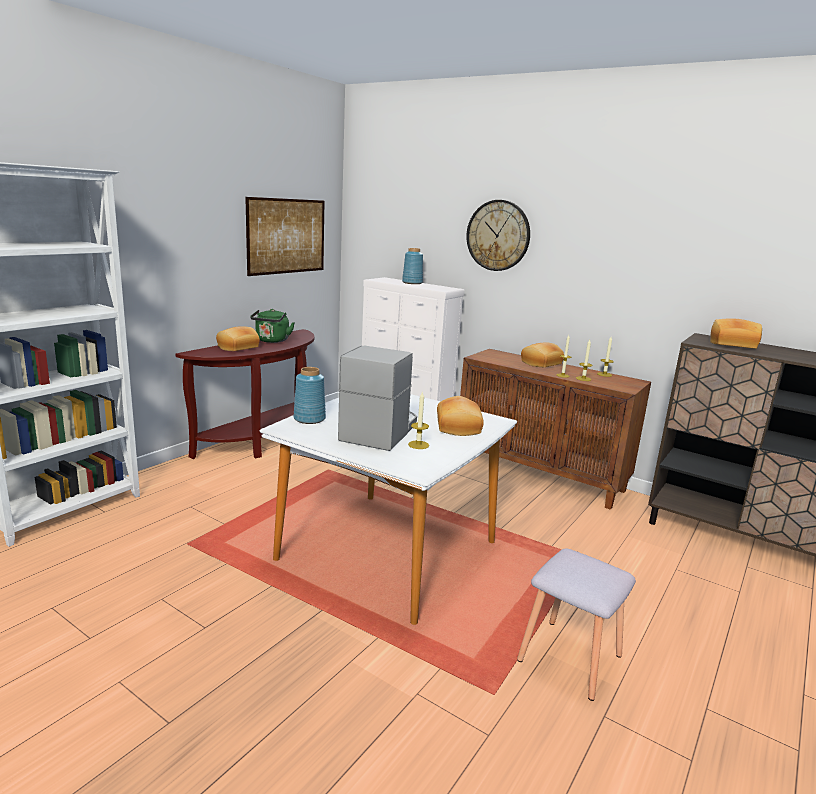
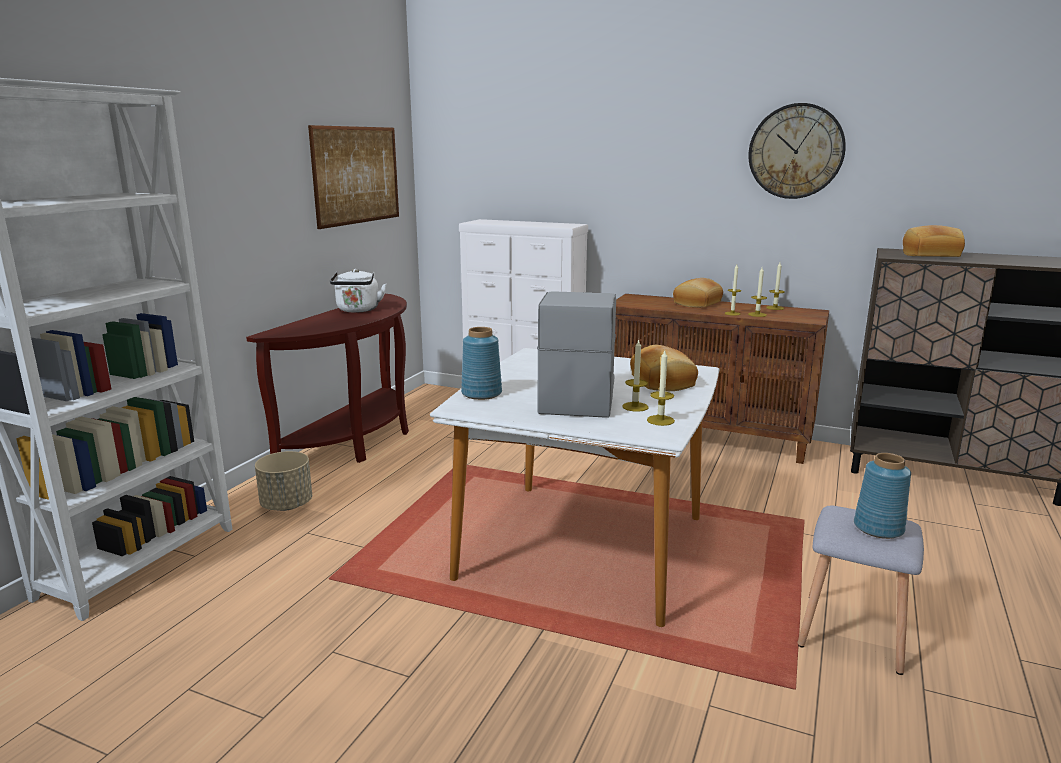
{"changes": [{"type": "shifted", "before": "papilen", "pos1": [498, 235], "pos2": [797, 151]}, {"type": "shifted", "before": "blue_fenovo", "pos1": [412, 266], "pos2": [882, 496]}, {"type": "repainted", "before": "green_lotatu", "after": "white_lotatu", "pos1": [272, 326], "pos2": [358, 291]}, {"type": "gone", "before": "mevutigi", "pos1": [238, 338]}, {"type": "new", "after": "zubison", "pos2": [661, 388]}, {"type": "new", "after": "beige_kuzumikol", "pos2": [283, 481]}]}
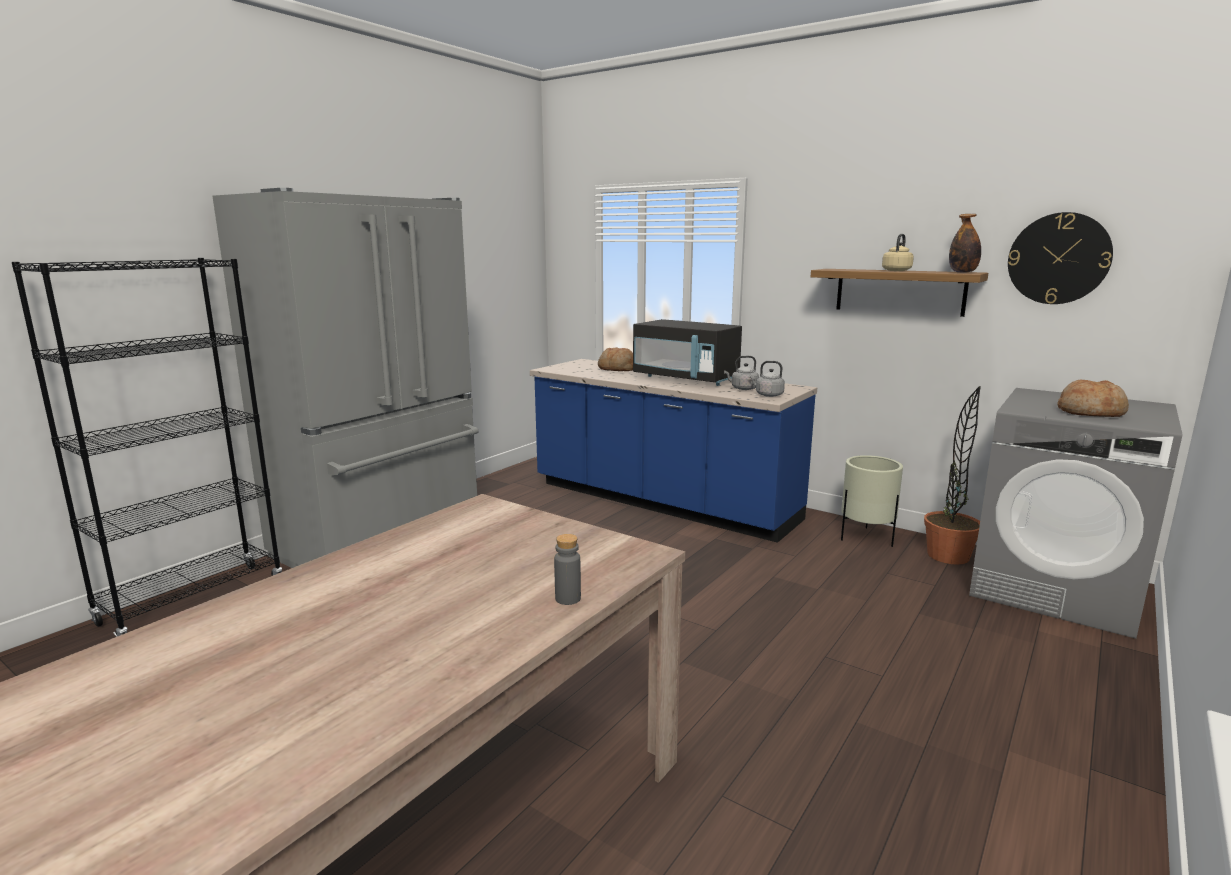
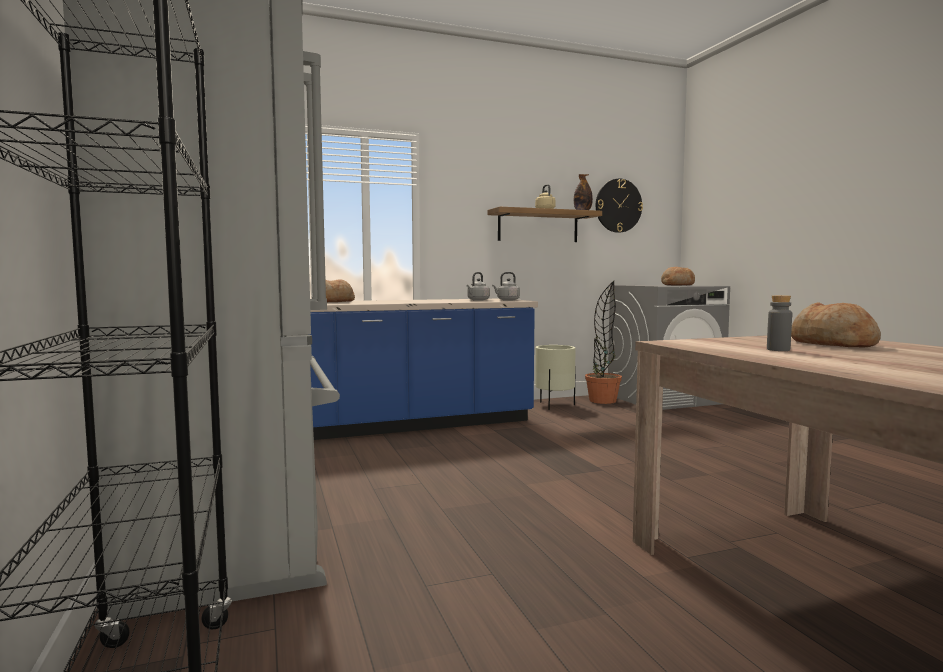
{"changes": [{"type": "gone", "before": "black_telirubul", "pos1": [687, 352]}, {"type": "shifted", "before": "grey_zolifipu", "pos1": [567, 569], "pos2": [779, 323]}, {"type": "new", "after": "mevutigi", "pos2": [836, 325]}]}
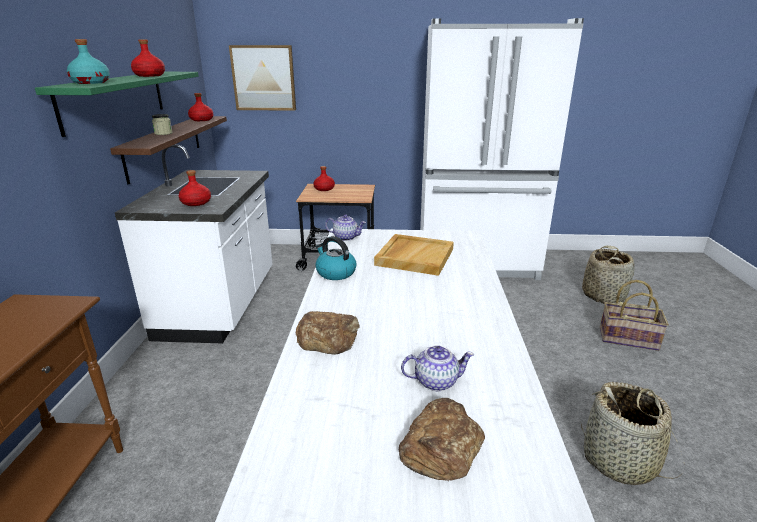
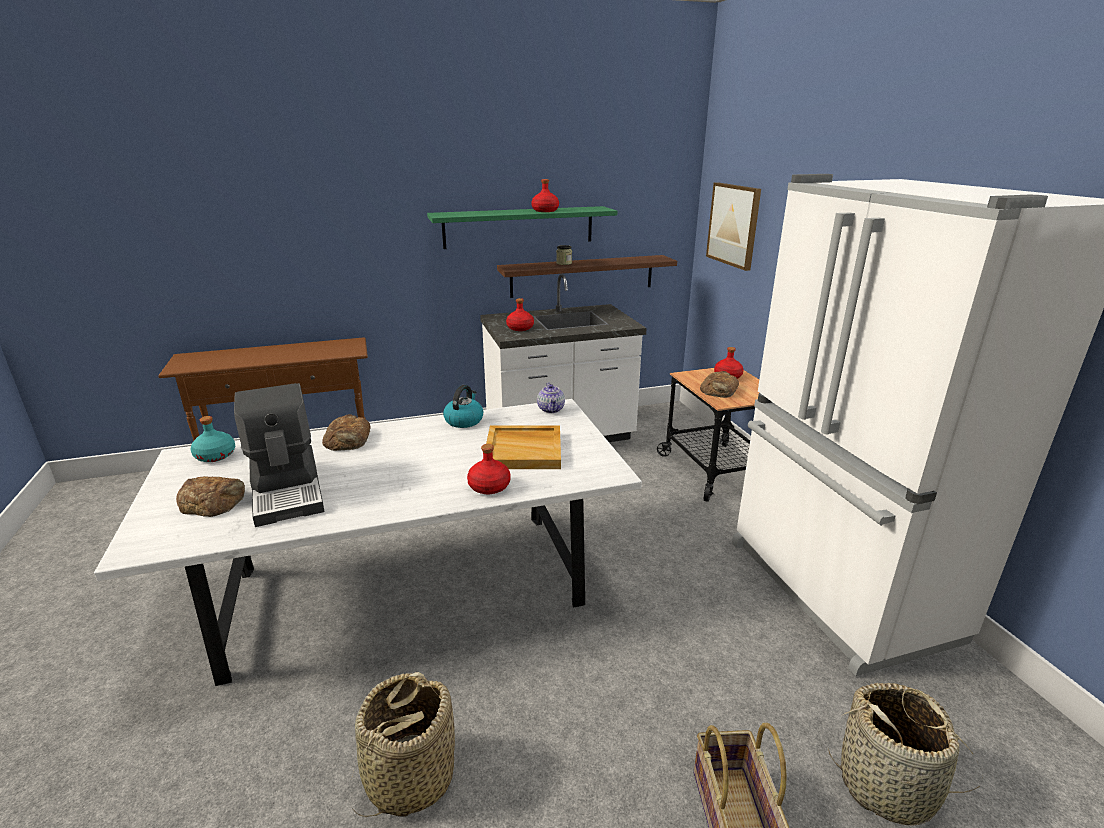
{"changes": [{"type": "shifted", "before": "turquoise_zolifipu", "pos1": [88, 61], "pos2": [213, 439]}, {"type": "shifted", "before": "red_zolifipu", "pos1": [200, 107], "pos2": [489, 469]}, {"type": "swapped", "before": "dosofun", "after": "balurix", "pos1": [437, 368], "pos2": [279, 455]}, {"type": "new", "after": "mevutigi", "pos2": [719, 384]}]}
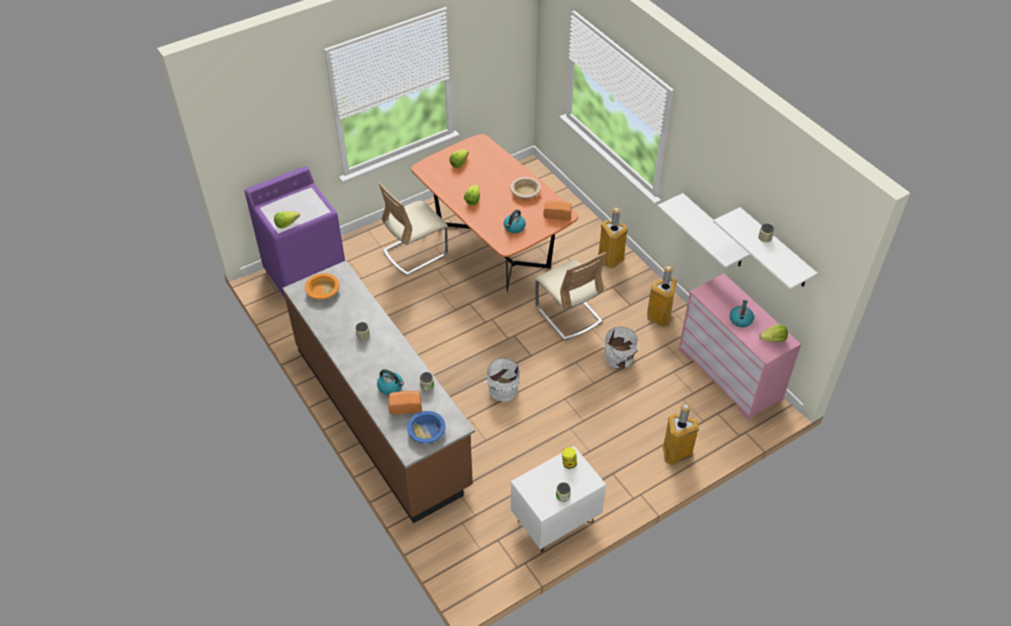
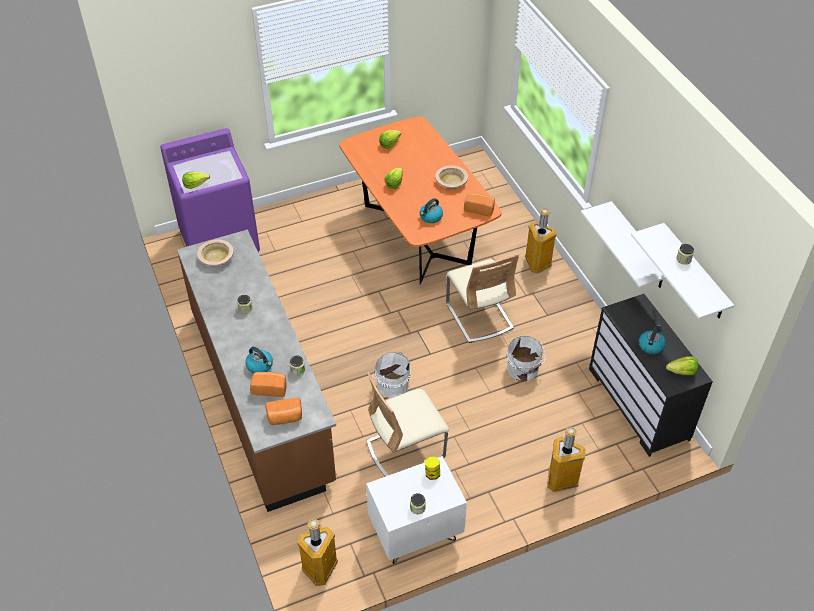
{"changes": [{"type": "shifted", "before": "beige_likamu", "pos1": [413, 229], "pos2": [407, 424]}, {"type": "shifted", "before": "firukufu", "pos1": [662, 296], "pos2": [317, 552]}, {"type": "repainted", "before": "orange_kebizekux", "after": "beige_kebizekux", "pos1": [322, 286], "pos2": [216, 253]}, {"type": "repainted", "before": "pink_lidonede", "after": "black_lidonede", "pos1": [740, 347], "pos2": [651, 375]}, {"type": "swapped", "before": "blue_kebizekux", "after": "mevutigi", "pos1": [426, 427], "pos2": [283, 411]}]}
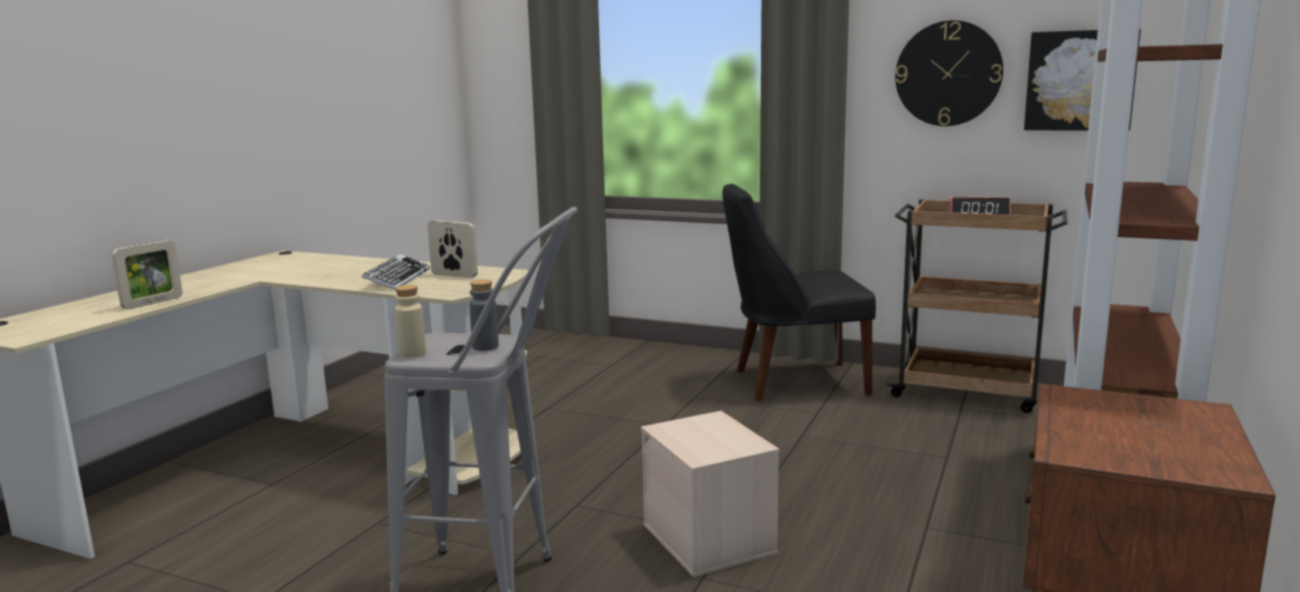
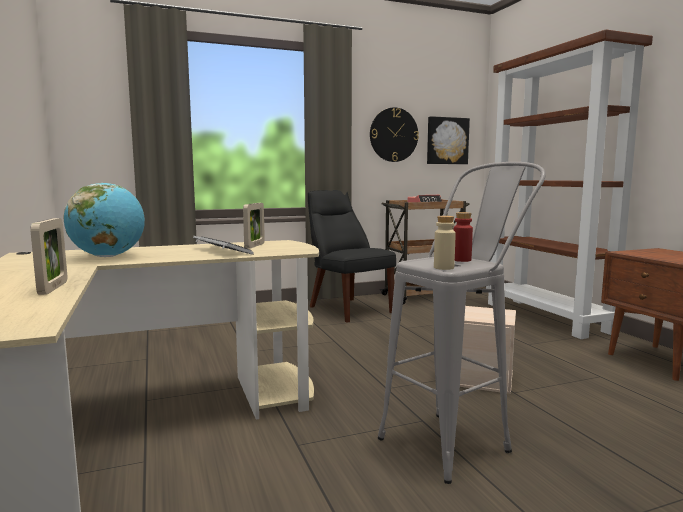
{"changes": [{"type": "rotated", "before": "black_likamu", "pos1": [799, 292], "pos2": [352, 256], "turn": 105}, {"type": "rotated", "before": "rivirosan", "pos1": [452, 249], "pos2": [254, 226], "turn": 120}, {"type": "repainted", "before": "grey_zolifipu", "after": "red_zolifipu", "pos1": [484, 315], "pos2": [463, 237]}, {"type": "new", "after": "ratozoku", "pos2": [104, 220]}]}
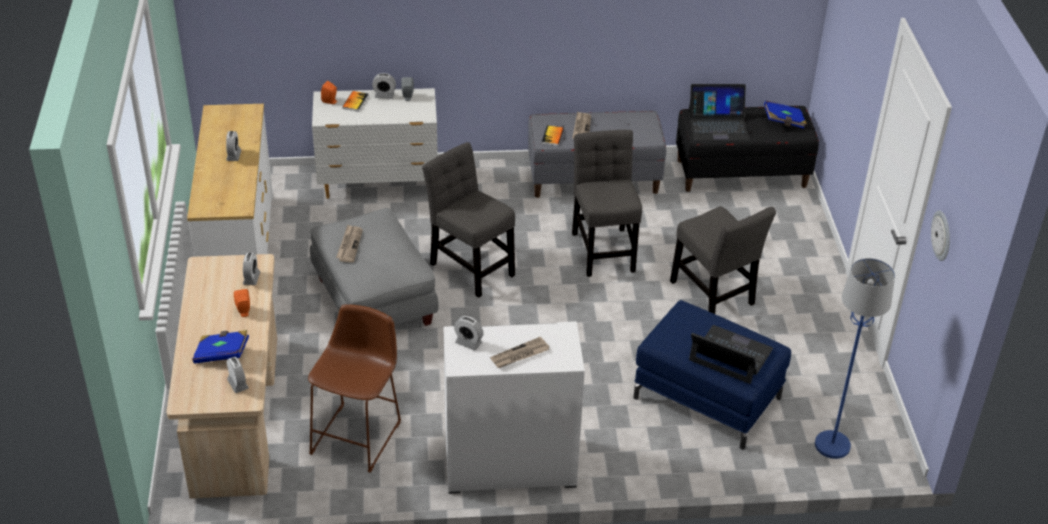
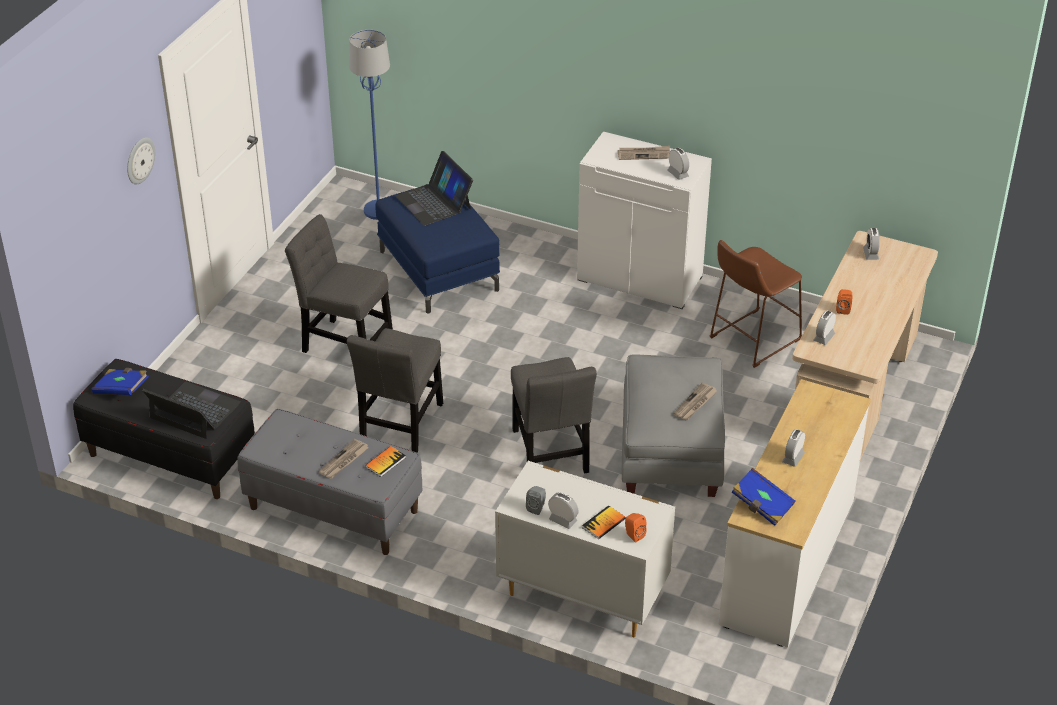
{"changes": [{"type": "rotated", "before": "grey_likamu", "pos1": [723, 260], "pos2": [339, 283], "turn": -60}, {"type": "shifted", "before": "papilen", "pos1": [940, 235], "pos2": [141, 160]}, {"type": "shifted", "before": "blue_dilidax", "pos1": [220, 347], "pos2": [763, 497]}]}
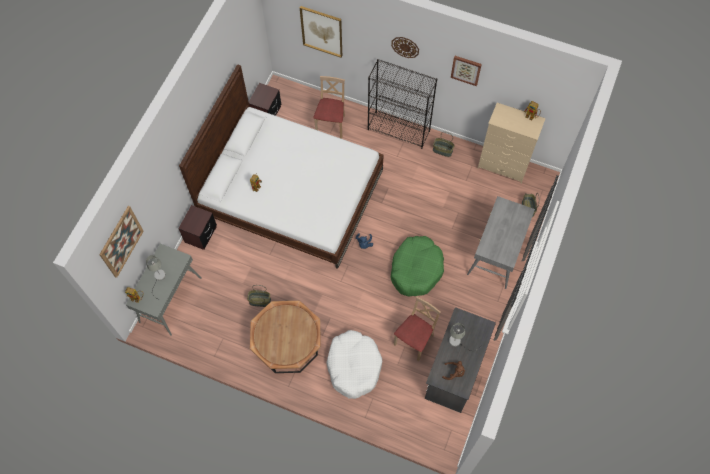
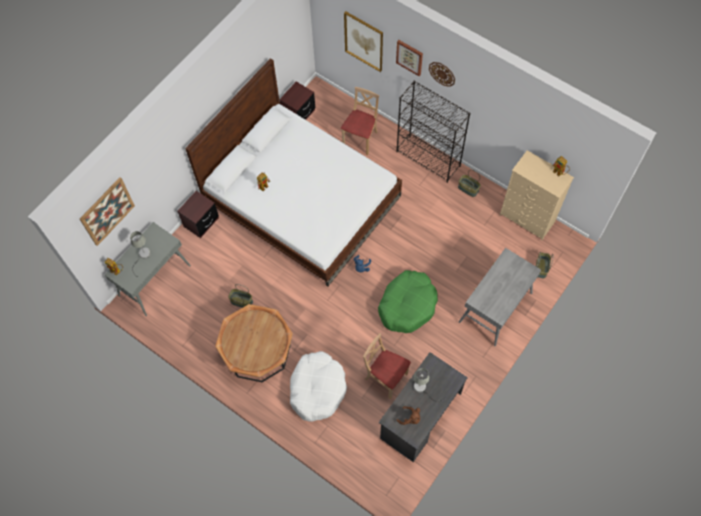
{"changes": [{"type": "shifted", "before": "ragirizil", "pos1": [466, 71], "pos2": [409, 58]}, {"type": "rotated", "before": "beige_likamu", "pos1": [417, 329], "pos2": [387, 366], "turn": -105}]}
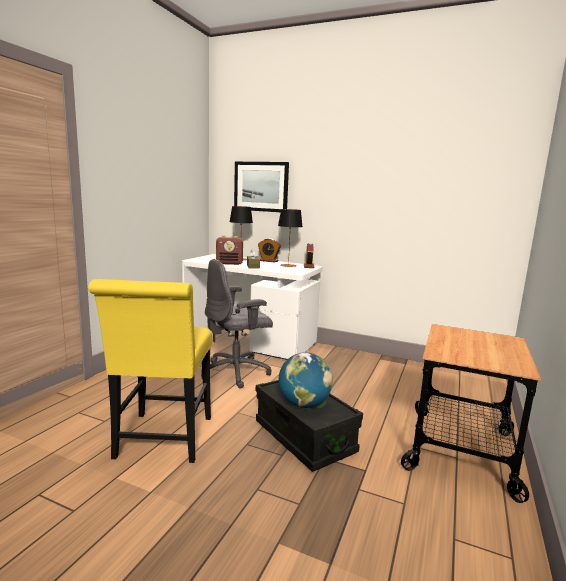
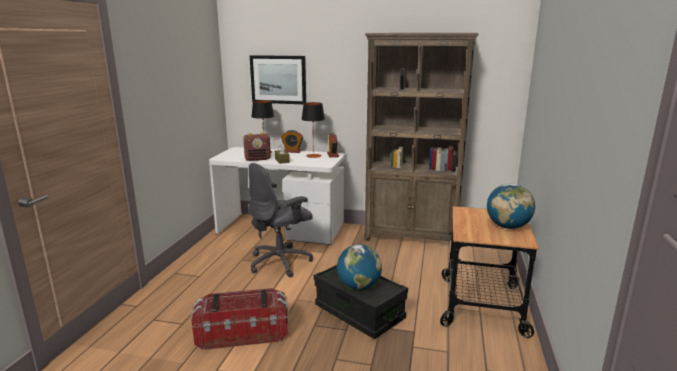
{"changes": [{"type": "swapped", "before": "yellow_likamu", "after": "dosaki", "pos1": [150, 371], "pos2": [240, 319]}, {"type": "new", "after": "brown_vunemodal", "pos2": [421, 137]}, {"type": "new", "after": "ratozoku", "pos2": [511, 206]}]}
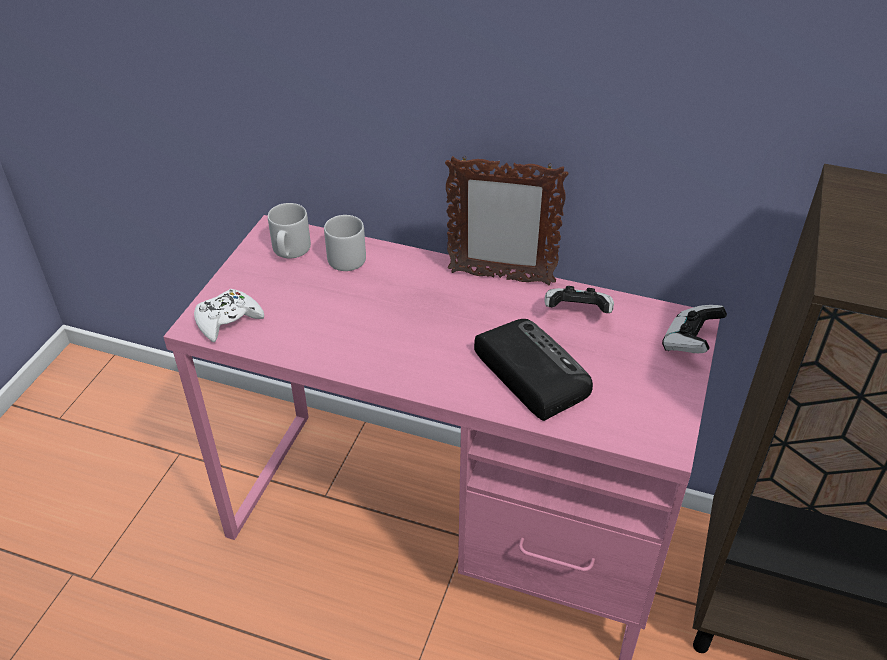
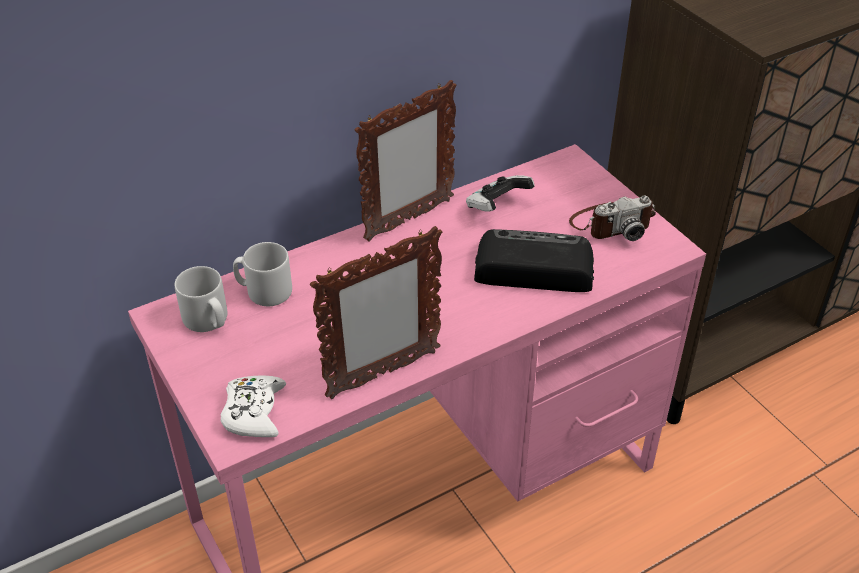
{"changes": [{"type": "gone", "before": "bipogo", "pos1": [694, 329]}, {"type": "new", "after": "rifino", "pos2": [612, 218]}, {"type": "new", "after": "rivirosan", "pos2": [376, 312]}]}
